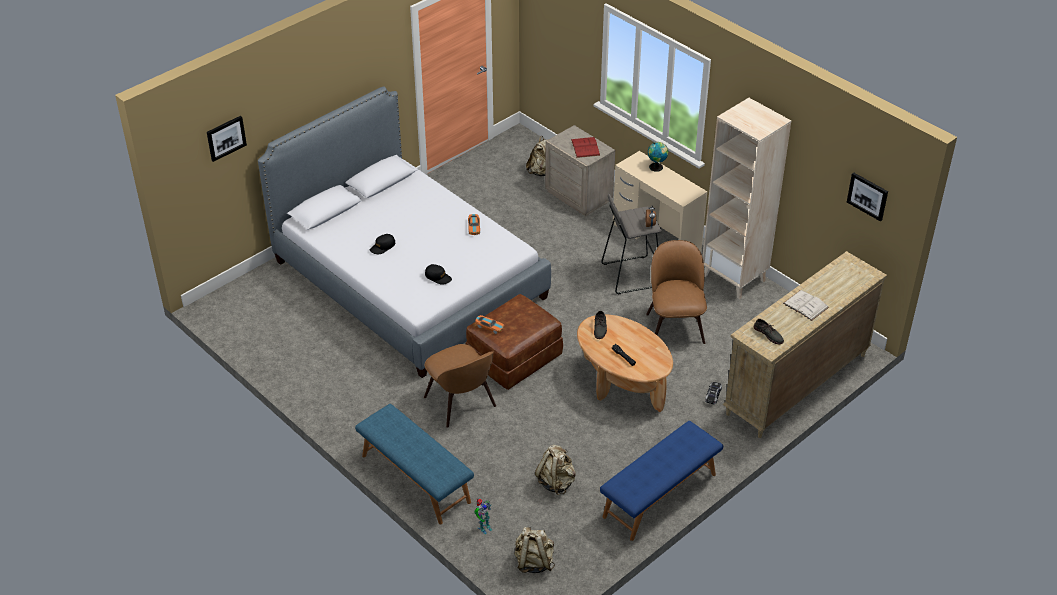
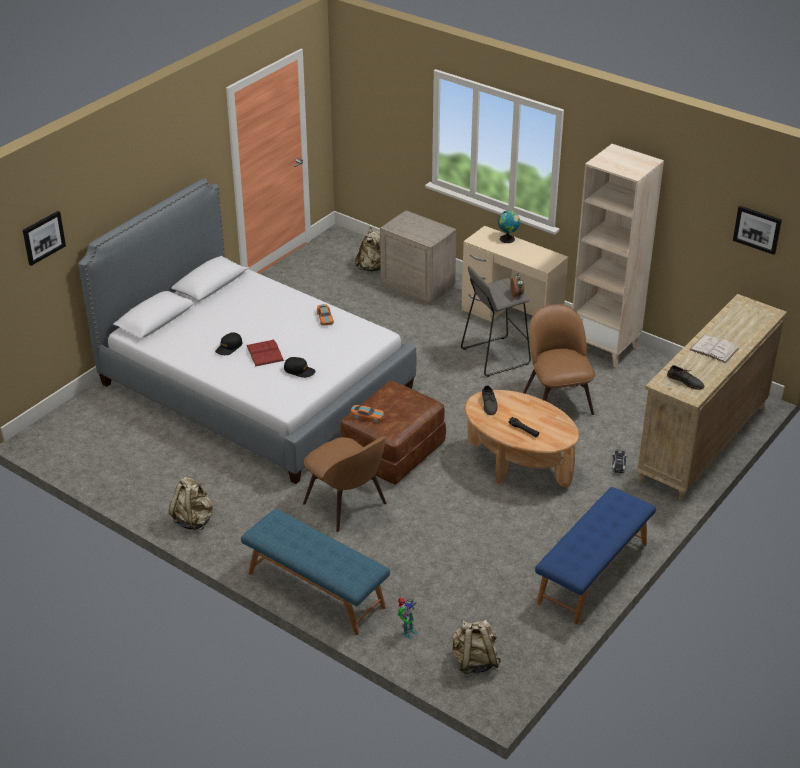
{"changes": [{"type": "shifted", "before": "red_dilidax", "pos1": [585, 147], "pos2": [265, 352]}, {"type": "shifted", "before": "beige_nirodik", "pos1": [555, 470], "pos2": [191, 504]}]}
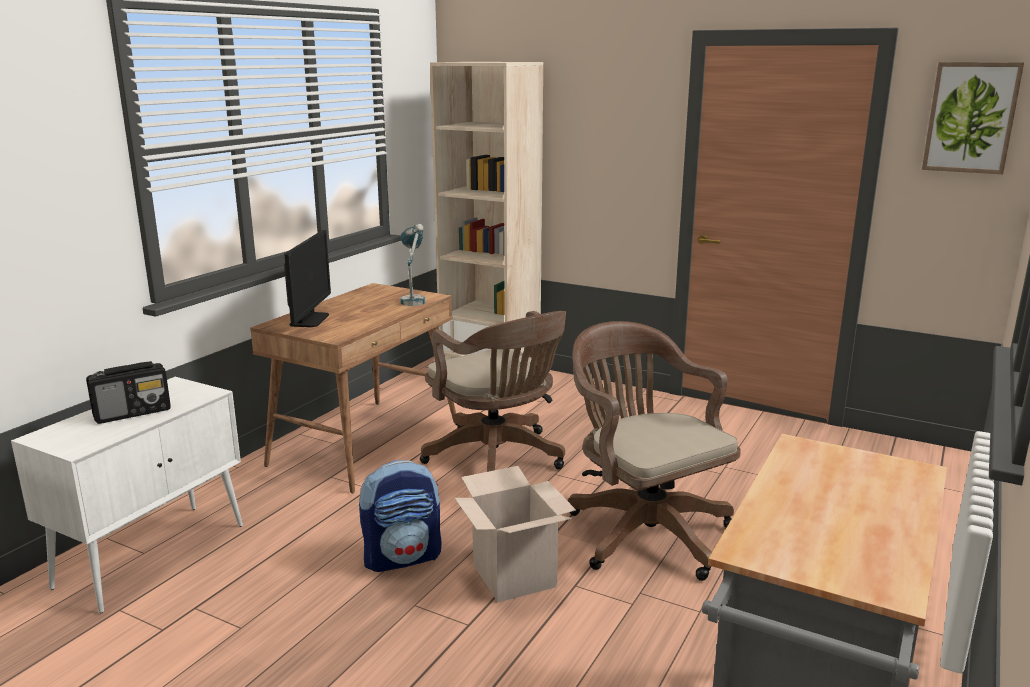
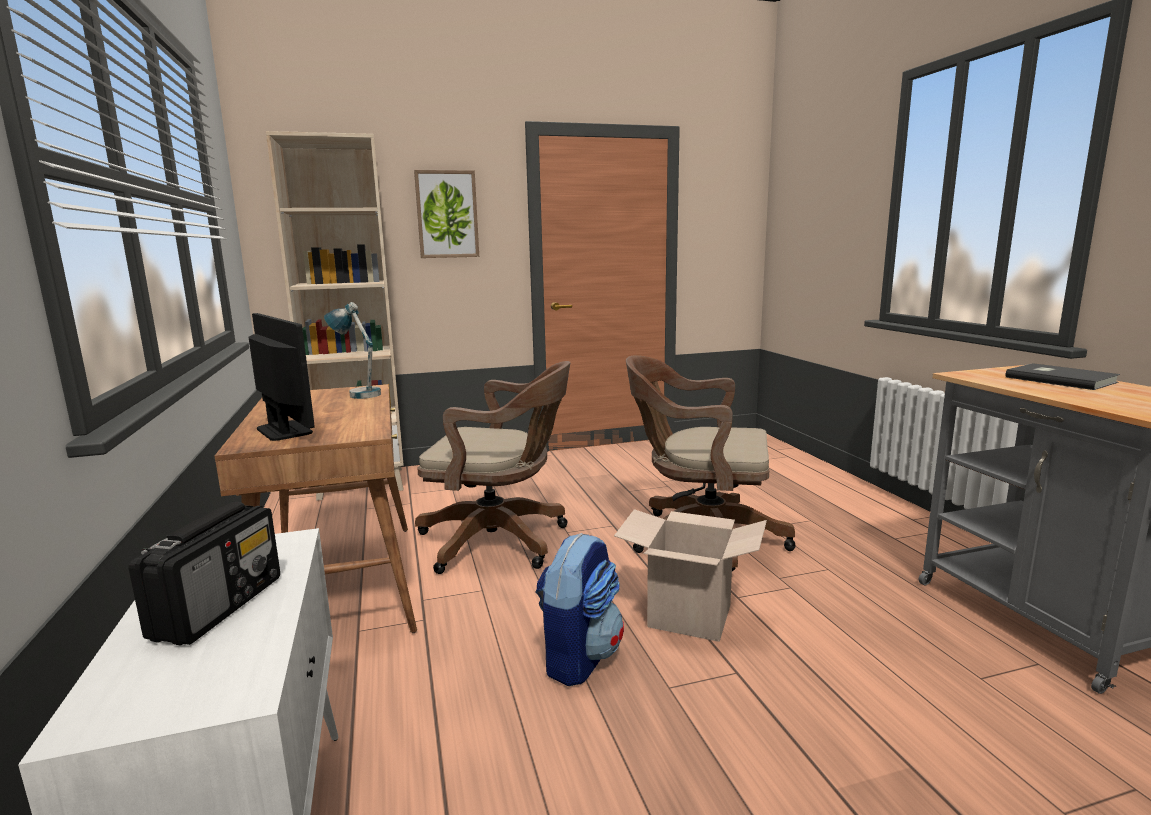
{"changes": [{"type": "shifted", "before": "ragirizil", "pos1": [973, 118], "pos2": [446, 214]}, {"type": "new", "after": "grey_dilidax", "pos2": [1063, 376]}]}
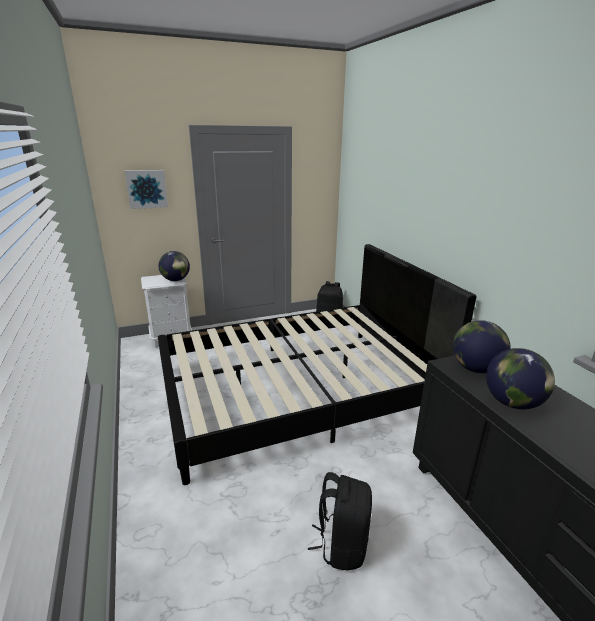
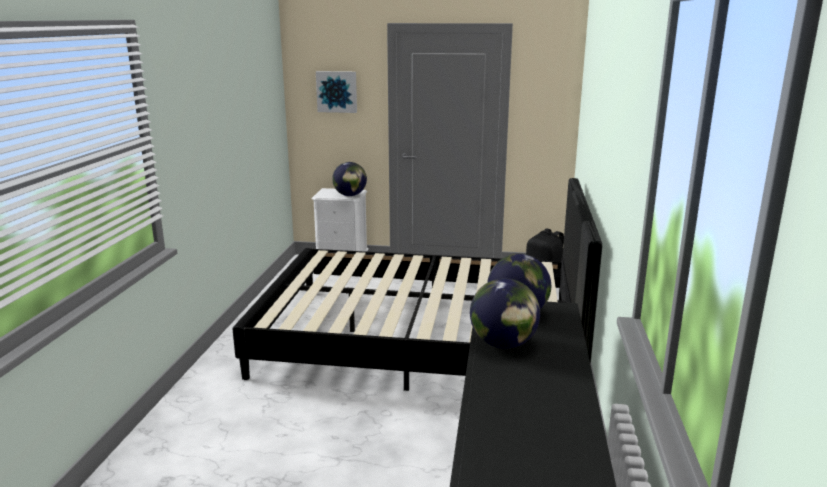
{"changes": [{"type": "gone", "before": "black_nirodik", "pos1": [340, 521]}]}
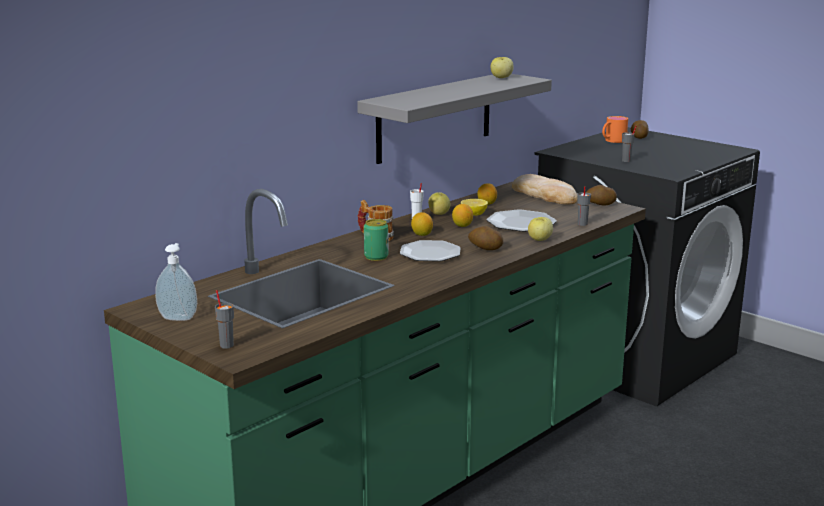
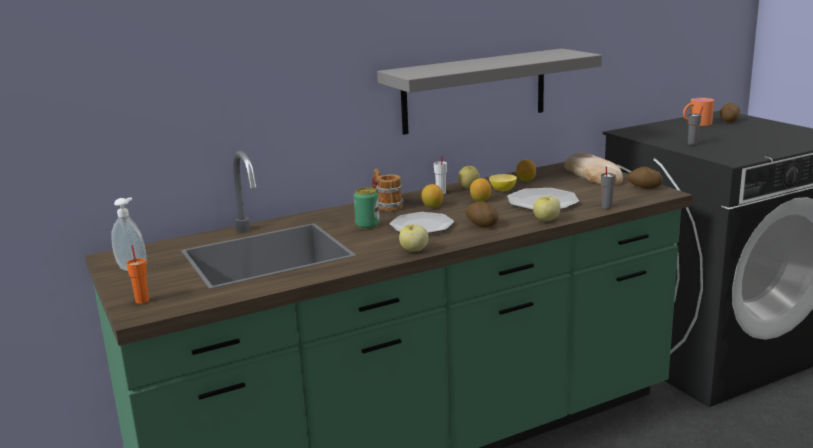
{"changes": [{"type": "shifted", "before": "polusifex", "pos1": [502, 67], "pos2": [414, 238]}, {"type": "repainted", "before": "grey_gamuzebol", "after": "orange_gamuzebol", "pos1": [224, 319], "pos2": [137, 274]}]}
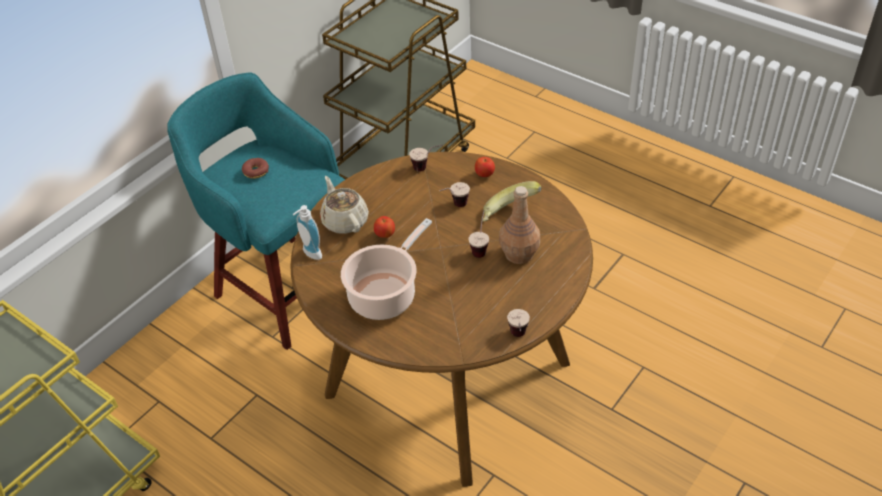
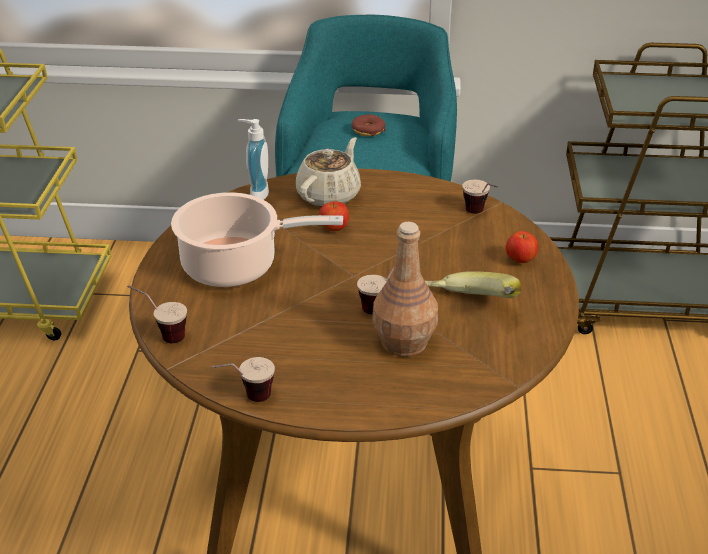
{"changes": [{"type": "shifted", "before": "gamuzebol", "pos1": [454, 194], "pos2": [157, 314]}]}
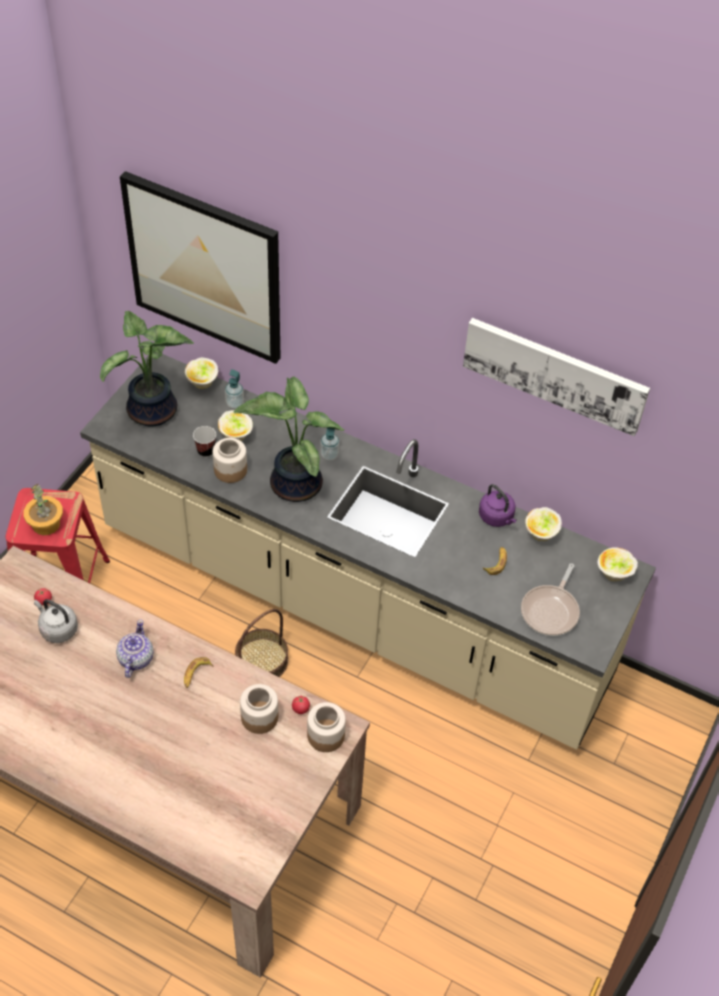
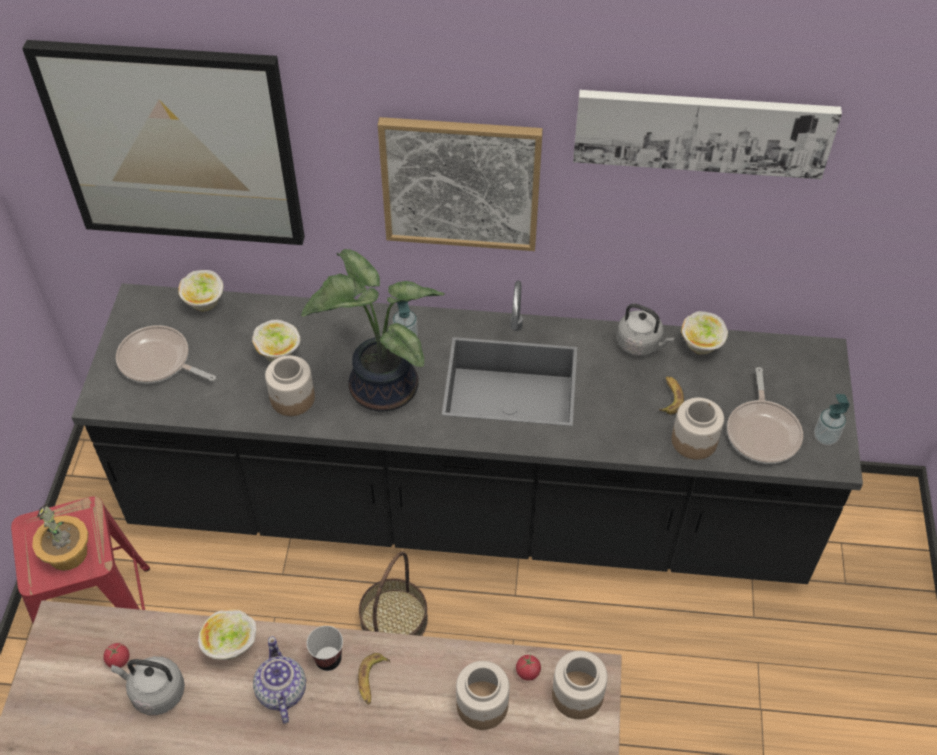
{"changes": [{"type": "swapped", "before": "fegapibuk", "after": "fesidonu", "pos1": [147, 369], "pos2": [166, 354]}, {"type": "repainted", "before": "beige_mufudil", "after": "black_mufudil", "pos1": [368, 552], "pos2": [467, 432]}, {"type": "shifted", "before": "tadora", "pos1": [234, 389], "pos2": [832, 419]}, {"type": "shifted", "before": "gamuzebol", "pos1": [204, 441], "pos2": [325, 648]}, {"type": "repainted", "before": "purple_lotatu", "after": "grey_lotatu", "pos1": [498, 505], "pos2": [645, 329]}, {"type": "shifted", "before": "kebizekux", "pos1": [617, 564], "pos2": [227, 634]}, {"type": "new", "after": "ragirizil", "pos2": [460, 184]}, {"type": "new", "after": "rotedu", "pos2": [698, 429]}]}
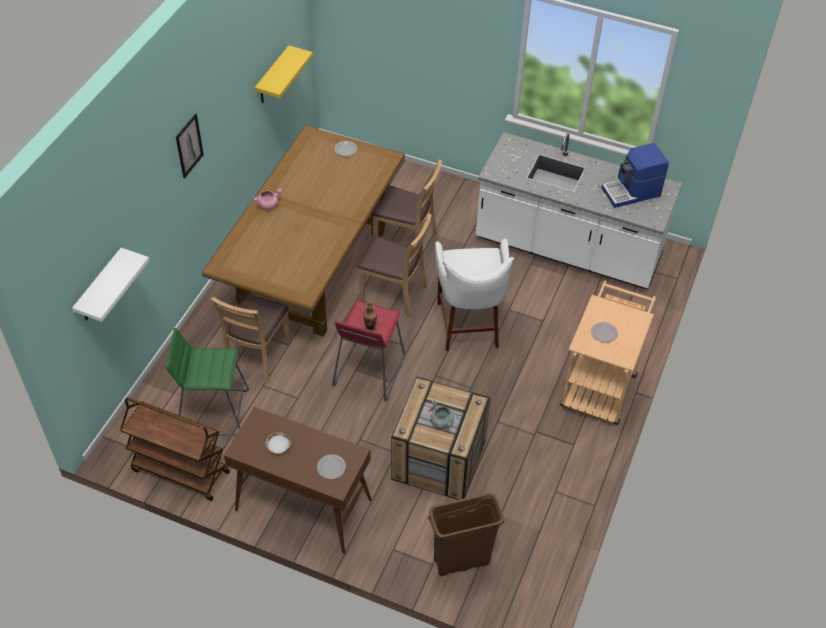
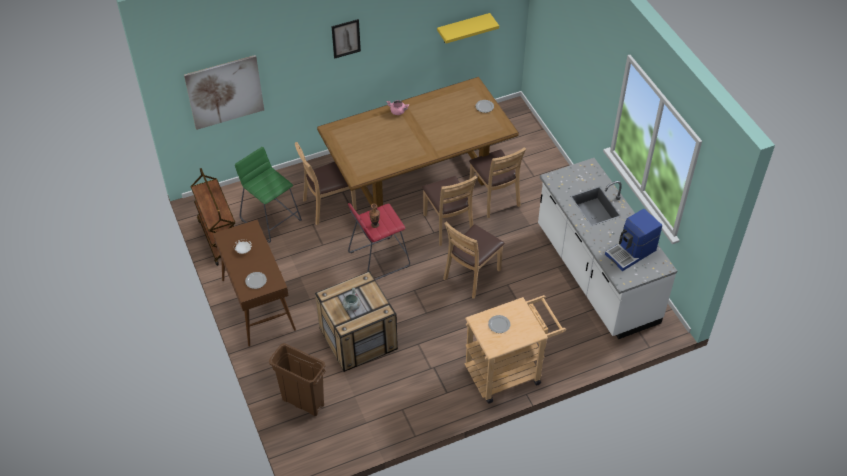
{"changes": [{"type": "rotated", "before": "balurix", "pos1": [635, 175], "pos2": [633, 240], "turn": -60}, {"type": "swapped", "before": "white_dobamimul", "after": "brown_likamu", "pos1": [474, 295], "pos2": [473, 260]}, {"type": "swapped", "before": "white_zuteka", "after": "ragirizil", "pos1": [111, 285], "pos2": [224, 92]}]}
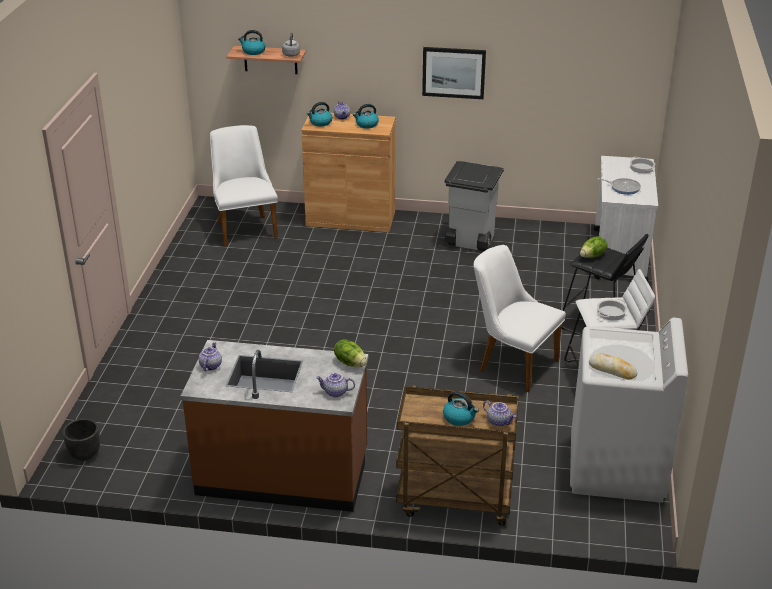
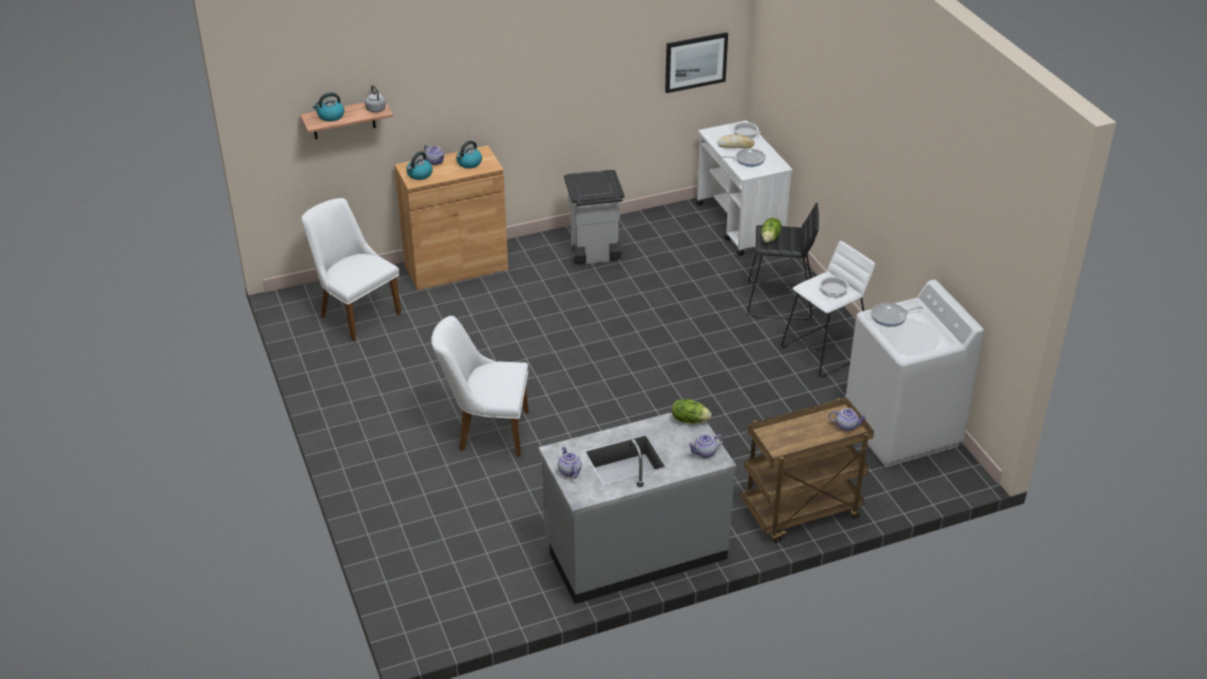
{"changes": [{"type": "shifted", "before": "ragirizil", "pos1": [454, 73], "pos2": [696, 62]}, {"type": "shifted", "before": "white_likamu", "pos1": [520, 318], "pos2": [480, 386]}, {"type": "repainted", "before": "brown_mufudil", "after": "grey_mufudil", "pos1": [274, 426], "pos2": [637, 508]}, {"type": "shifted", "before": "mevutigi", "pos1": [613, 367], "pos2": [736, 141]}, {"type": "gone", "before": "lotatu", "pos1": [461, 408]}, {"type": "gone", "before": "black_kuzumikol", "pos1": [81, 439]}, {"type": "new", "after": "fesidonu", "pos2": [897, 315]}]}
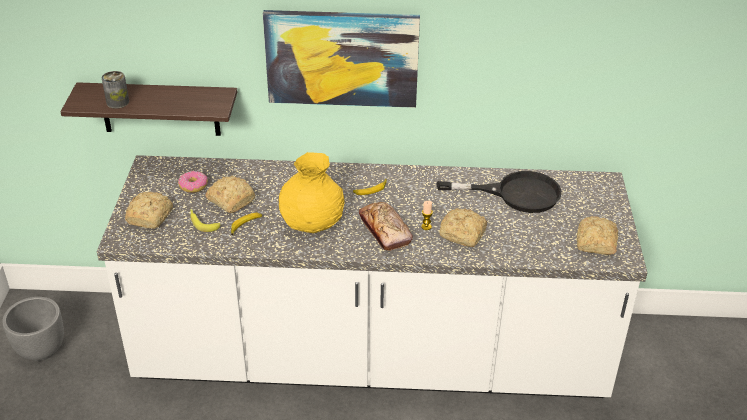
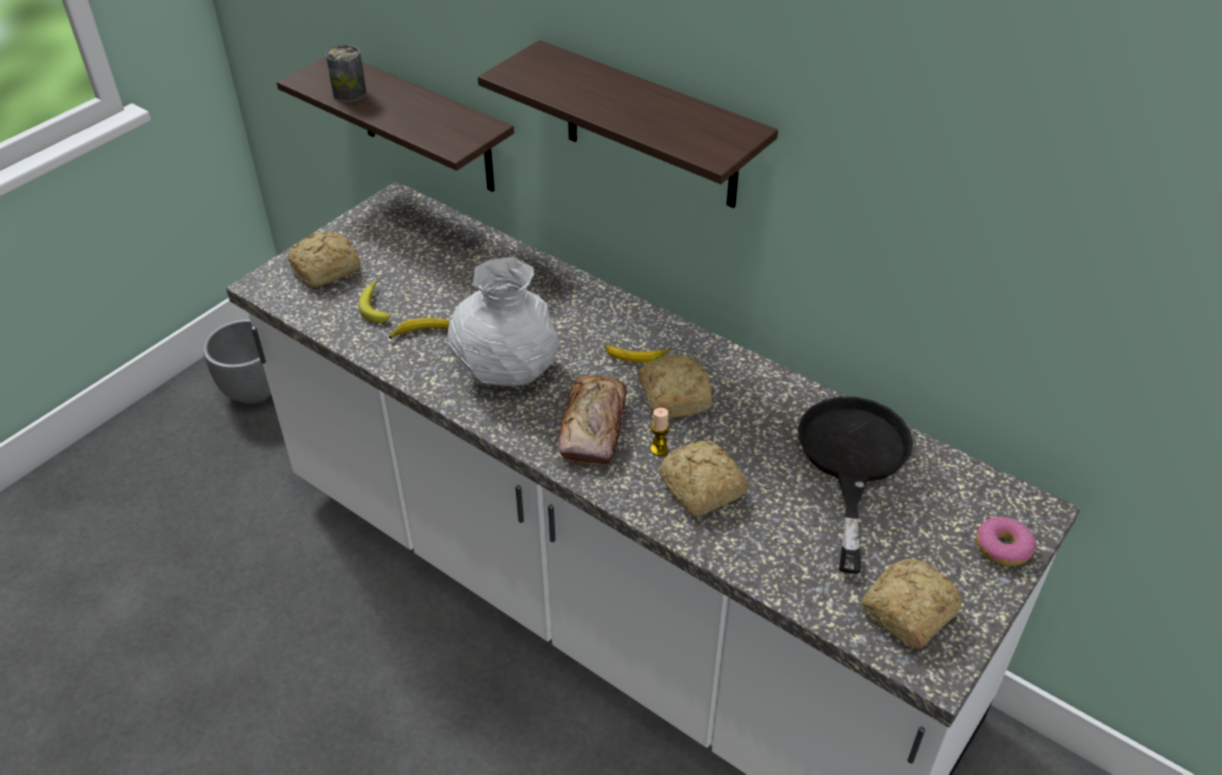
{"changes": [{"type": "swapped", "before": "ragirizil", "after": "zuteka", "pos1": [341, 59], "pos2": [628, 124]}, {"type": "repainted", "before": "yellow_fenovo", "after": "white_fenovo", "pos1": [312, 192], "pos2": [504, 321]}, {"type": "shifted", "before": "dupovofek", "pos1": [193, 182], "pos2": [1006, 541]}, {"type": "rotated", "before": "black_fesidonu", "pos1": [499, 192], "pos2": [855, 485], "turn": -120}, {"type": "shifted", "before": "mevutigi", "pos1": [230, 194], "pos2": [675, 386]}]}
